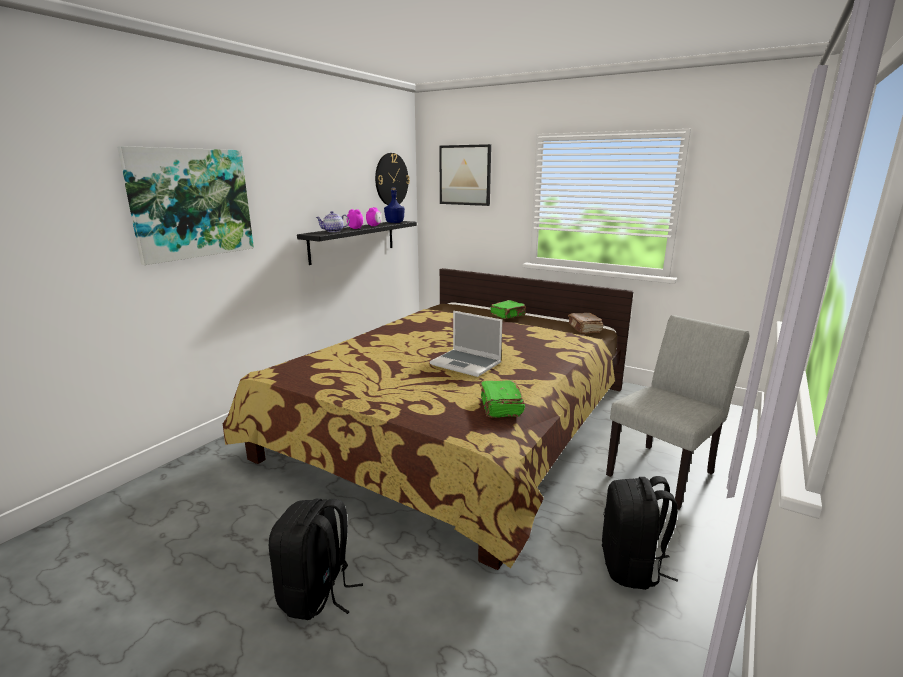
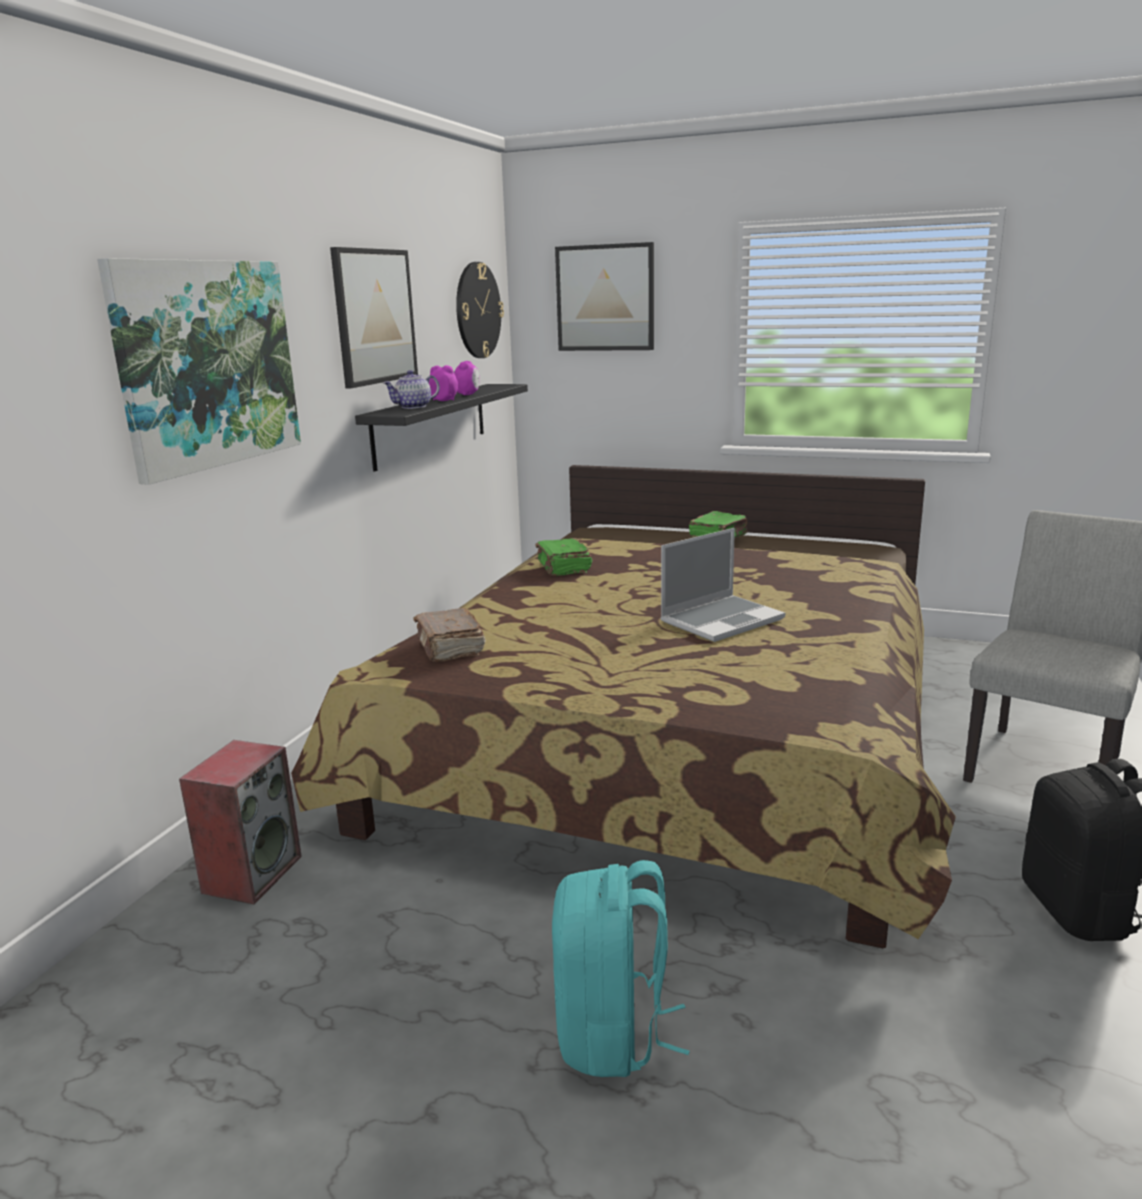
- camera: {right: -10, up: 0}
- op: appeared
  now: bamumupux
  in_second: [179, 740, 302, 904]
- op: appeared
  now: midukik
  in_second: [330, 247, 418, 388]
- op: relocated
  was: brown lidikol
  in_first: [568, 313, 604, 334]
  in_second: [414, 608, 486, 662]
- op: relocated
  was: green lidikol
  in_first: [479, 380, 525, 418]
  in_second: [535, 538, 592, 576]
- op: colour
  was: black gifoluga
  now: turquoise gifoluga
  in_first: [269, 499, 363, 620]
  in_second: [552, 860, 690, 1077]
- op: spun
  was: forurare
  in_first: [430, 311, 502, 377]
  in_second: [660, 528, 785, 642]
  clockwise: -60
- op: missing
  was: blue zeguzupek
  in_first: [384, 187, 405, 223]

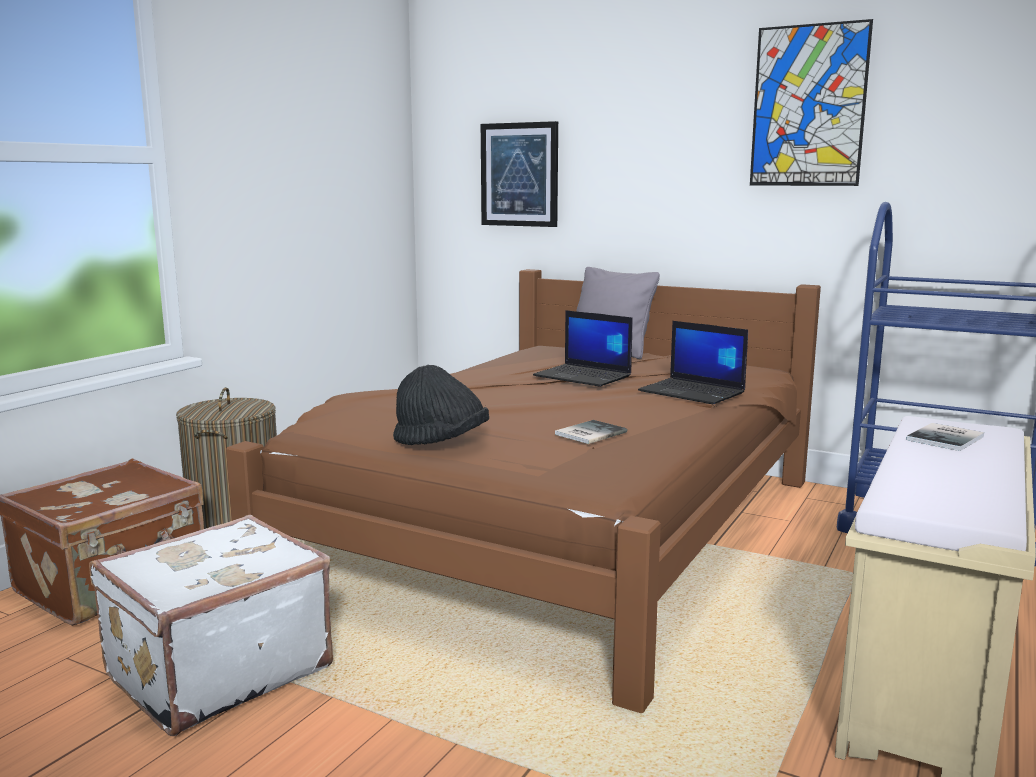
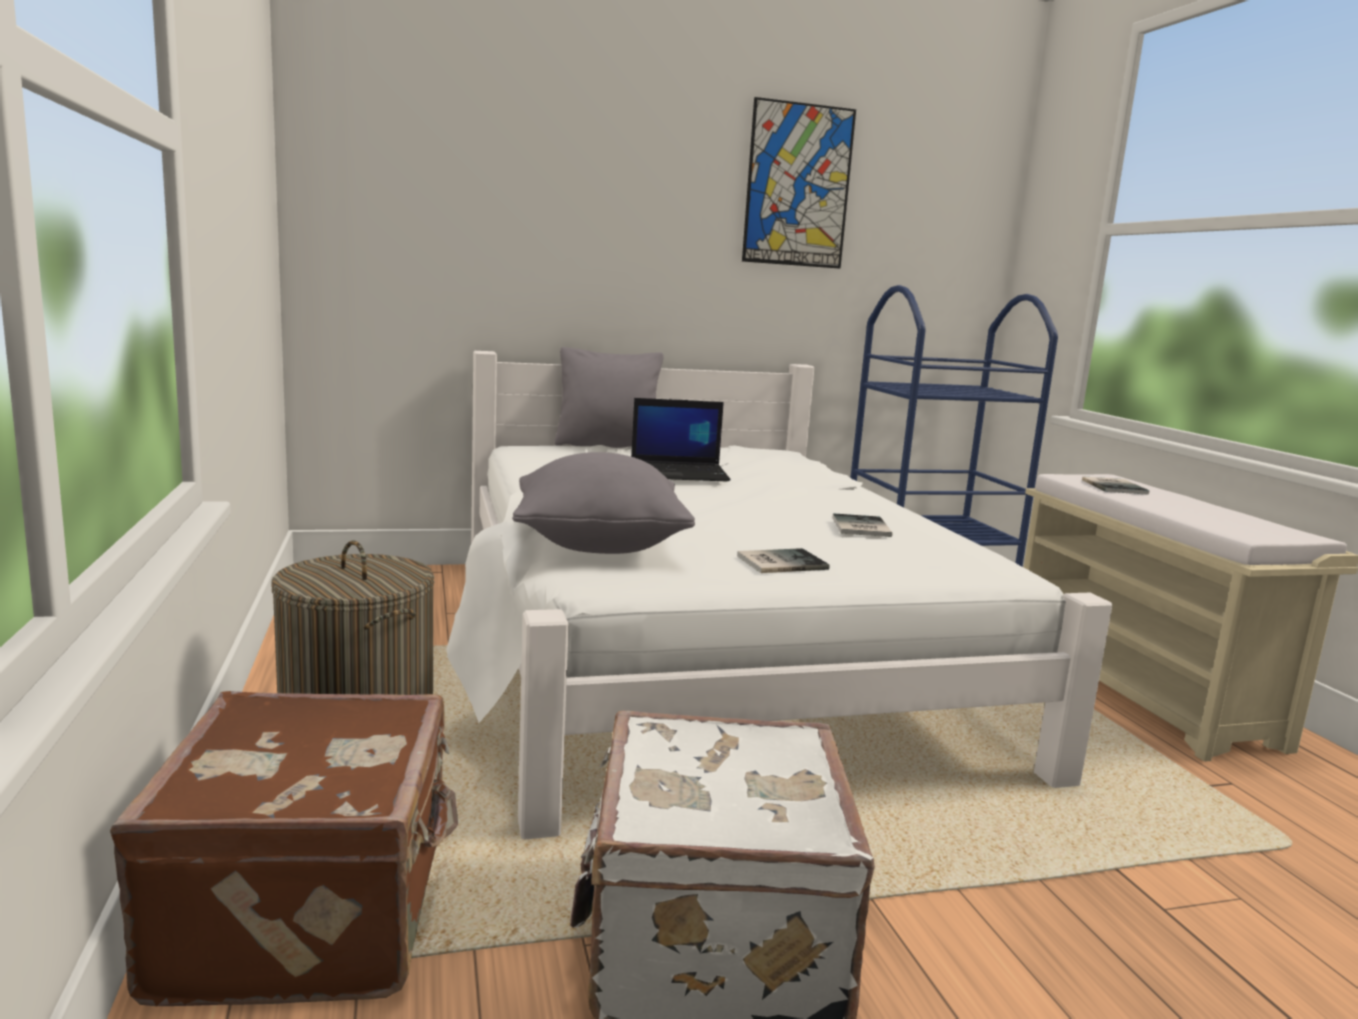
- camera: {right: -45, up: 0}
- op: colour
  was: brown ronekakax
  now: white ronekakax
  in_first: [226, 269, 821, 713]
  in_second: [447, 351, 1113, 840]
- op: appeared
  now: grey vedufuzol
  in_second: [512, 452, 695, 554]
- op: exchanged
  was: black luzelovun
  now: lidikol
  in_first: [393, 365, 489, 445]
  in_second: [737, 548, 829, 573]
- op: missing
  was: midukik
  in_first: [481, 121, 558, 227]
- op: missing
  was: forurare
  in_first: [638, 321, 748, 404]

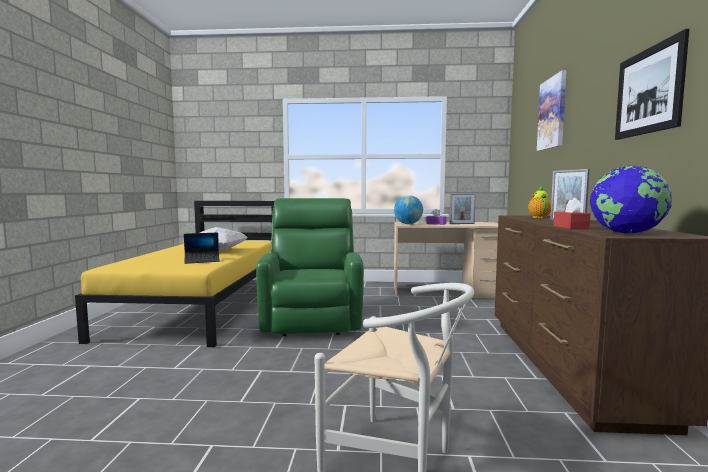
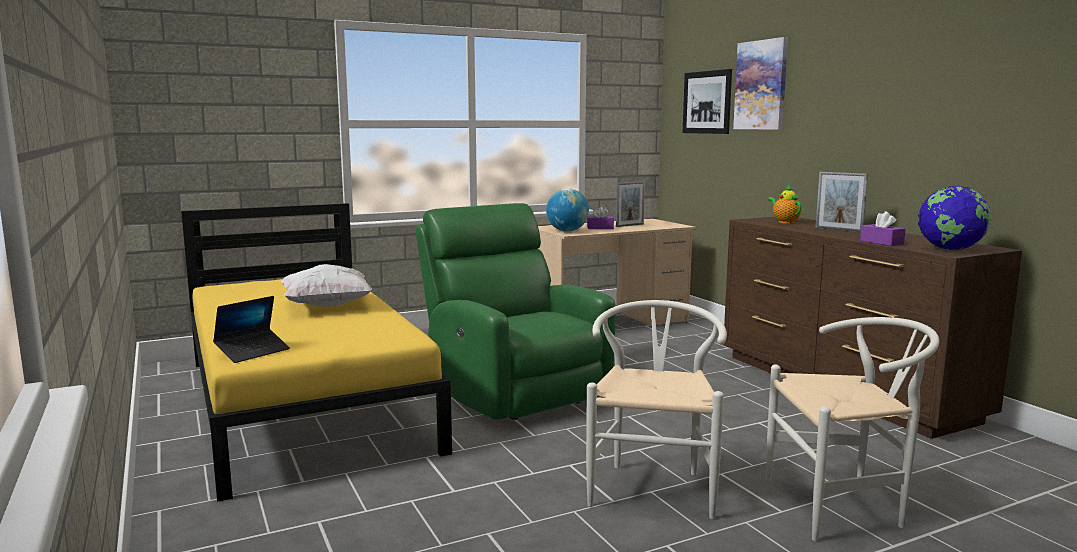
- camera: {right: -30, up: 5}
- op: relocated
  was: forurare
  in_first: [184, 233, 220, 264]
  in_second: [213, 296, 290, 363]
- op: appeared
  now: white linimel
  in_second: [586, 300, 727, 519]
- op: relocated
  was: midukik
  in_first: [615, 29, 689, 140]
  in_second: [682, 69, 732, 134]
- op: colour
  was: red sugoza
  now: purple sugoza
  in_first: [553, 198, 590, 229]
  in_second: [860, 211, 905, 246]

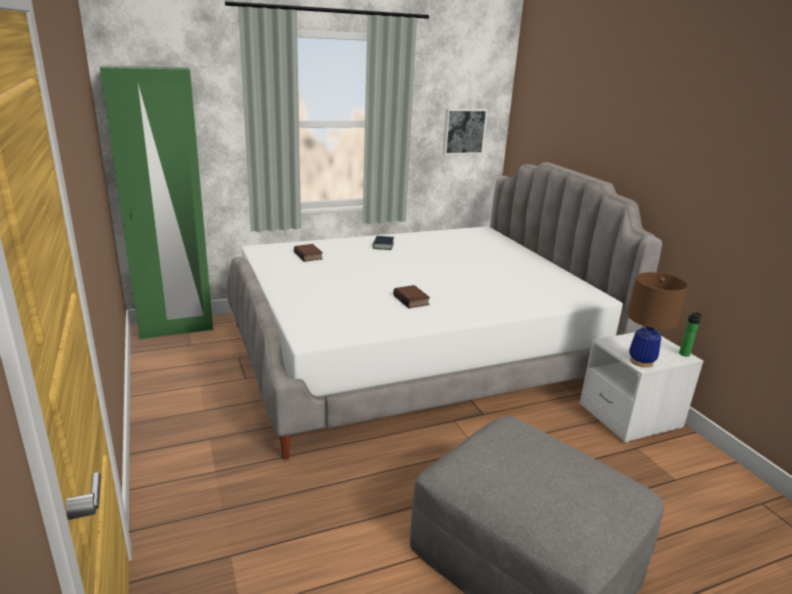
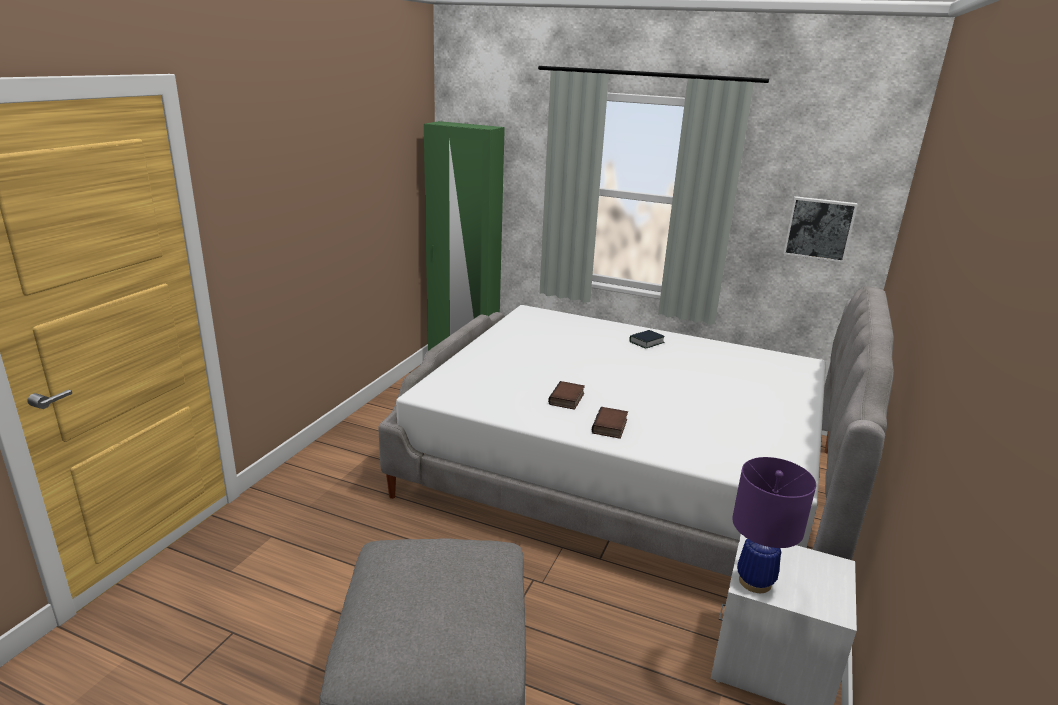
- camera: {right: 45, up: 0}
- op: relocated
  was: lidikol
  in_first: [294, 244, 323, 262]
  in_second: [592, 407, 628, 439]
- op: colour
  was: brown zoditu
  now: purple zoditu
  in_first: [627, 272, 688, 368]
  in_second: [732, 457, 816, 593]
- op: missing
  was: zeguzupek
  in_first: [679, 312, 702, 357]

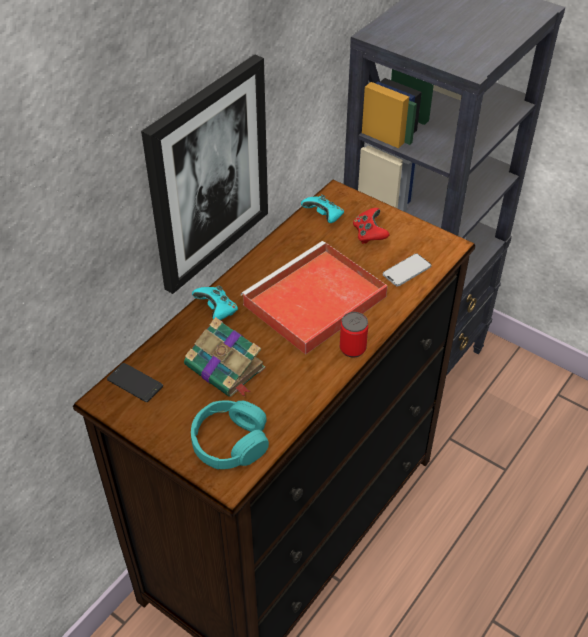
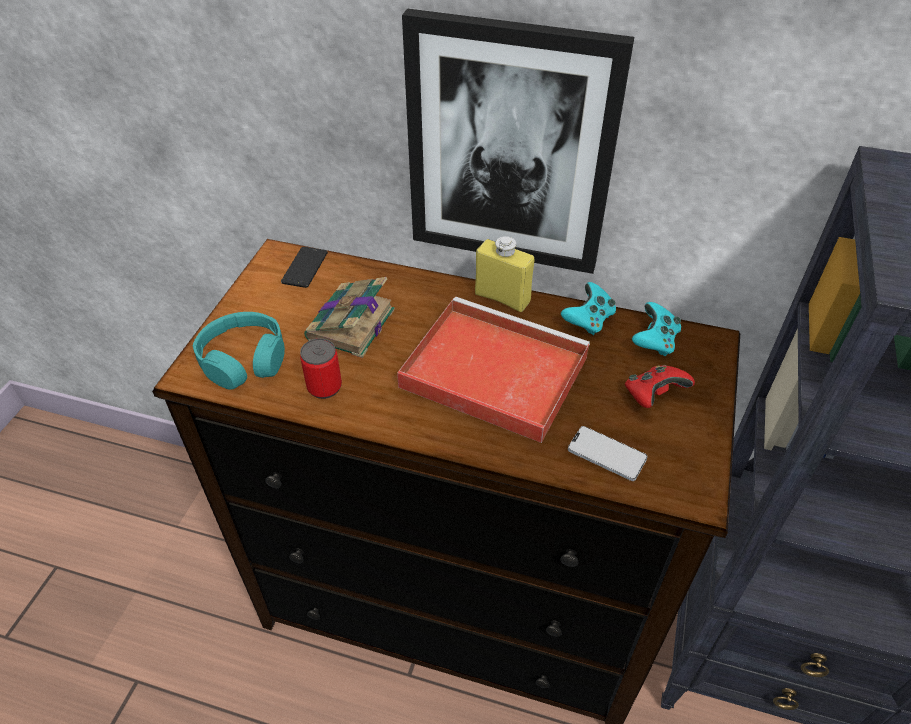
- camera: {right: 70, up: 0}
- op: relocated
  was: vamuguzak
  in_first: [340, 312, 368, 357]
  in_second: [300, 338, 342, 399]
- op: appeared
  now: yellow zeguzupek
  in_second: [475, 236, 534, 312]
- op: relocated
  was: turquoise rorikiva
  in_first: [192, 285, 238, 320]
  in_second: [561, 282, 616, 335]

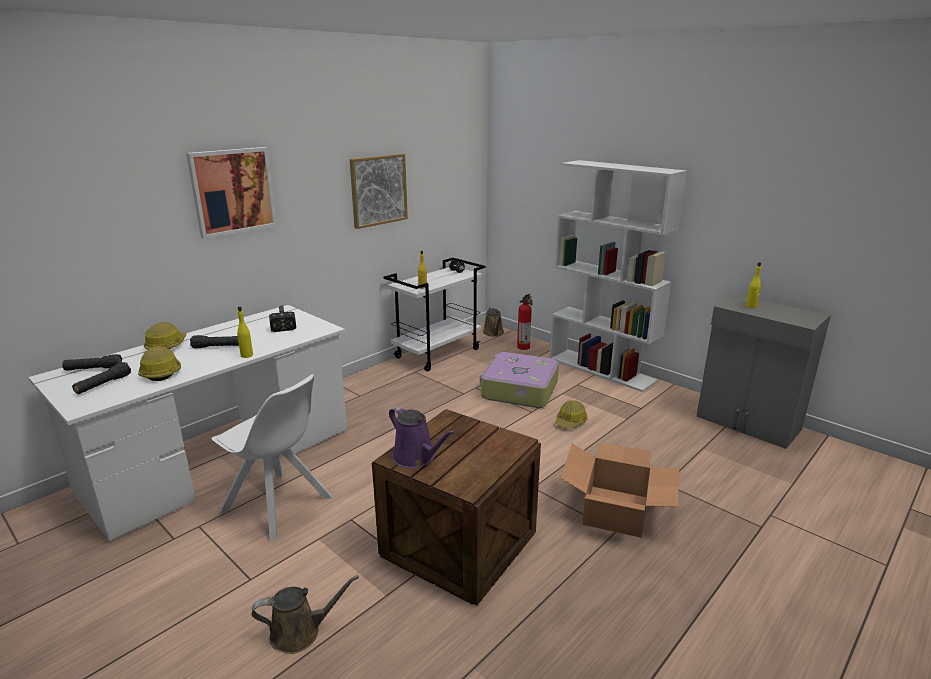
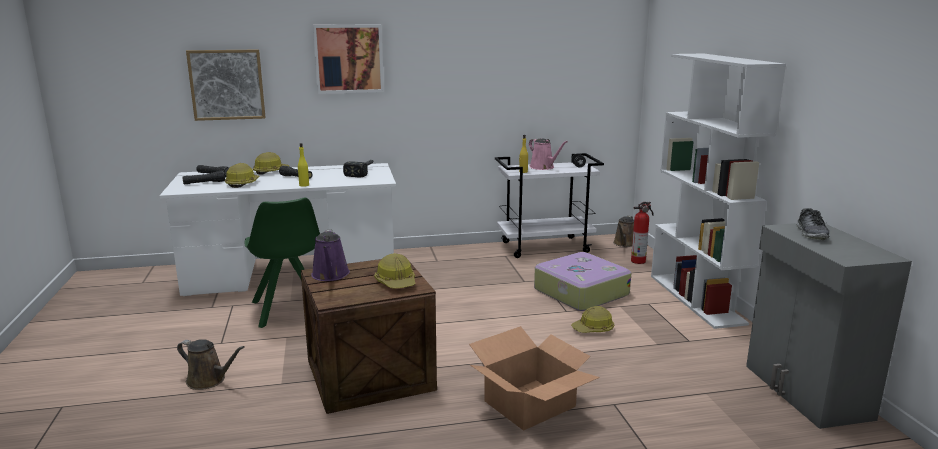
- camera: {right: 35, up: -5}
- op: relocated
  was: midukik
  in_first: [350, 154, 408, 229]
  in_second: [186, 49, 266, 121]
- op: colour
  was: white linimel
  now: green linimel
  in_first: [211, 374, 332, 541]
  in_second: [244, 197, 320, 328]
- op: appeared
  now: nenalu
  in_second: [374, 253, 415, 289]
- op: appeared
  now: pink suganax
  in_second: [529, 138, 568, 170]
- op: exchanged
  was: yellow zeguzupek
  now: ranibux
  in_first: [745, 262, 761, 308]
  in_second: [796, 208, 830, 240]

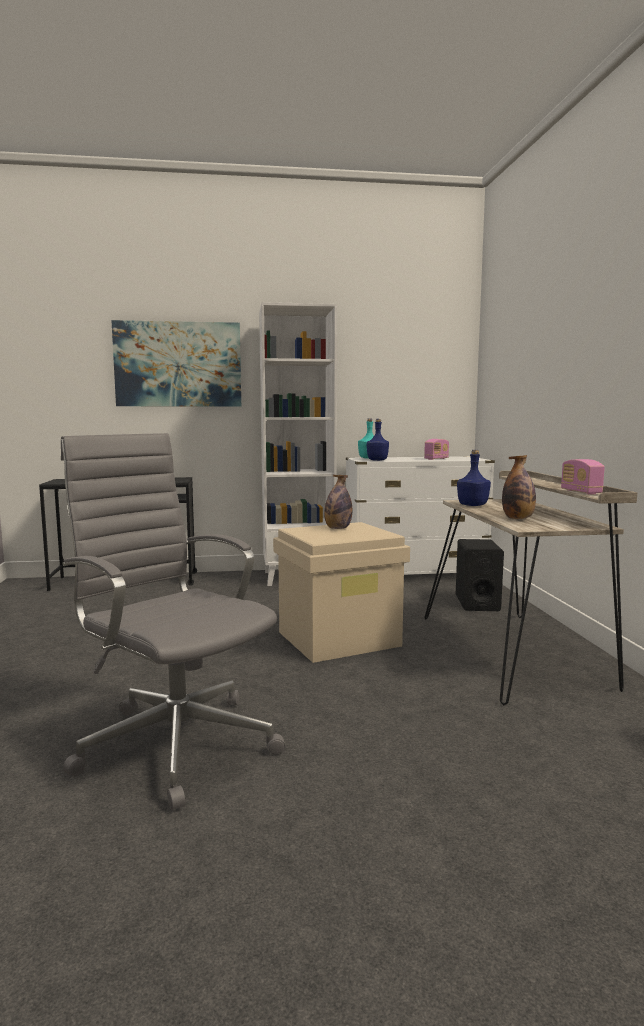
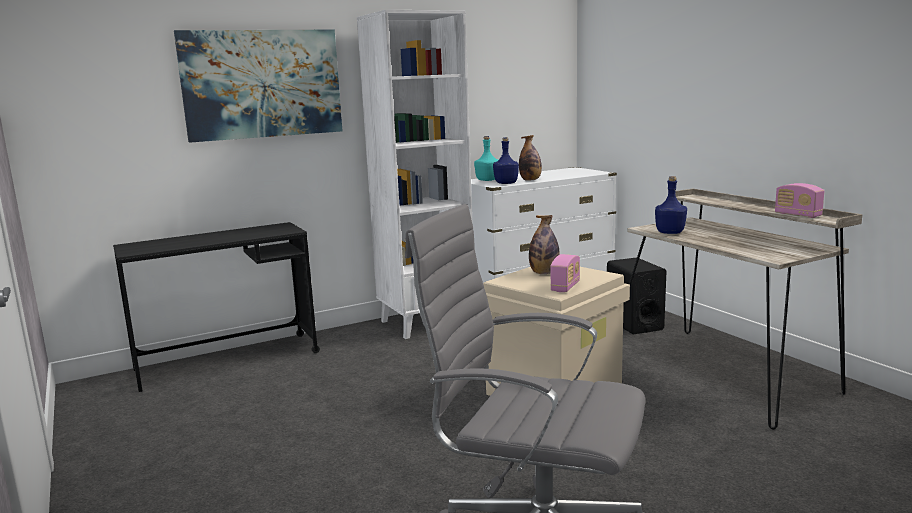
- camera: {right: -20, up: 5}
- op: relocated
  was: zeguzupek
  in_first: [502, 455, 536, 519]
  in_second: [519, 135, 542, 181]
- op: relocated
  was: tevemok
  in_first: [424, 439, 449, 460]
  in_second: [550, 254, 580, 292]

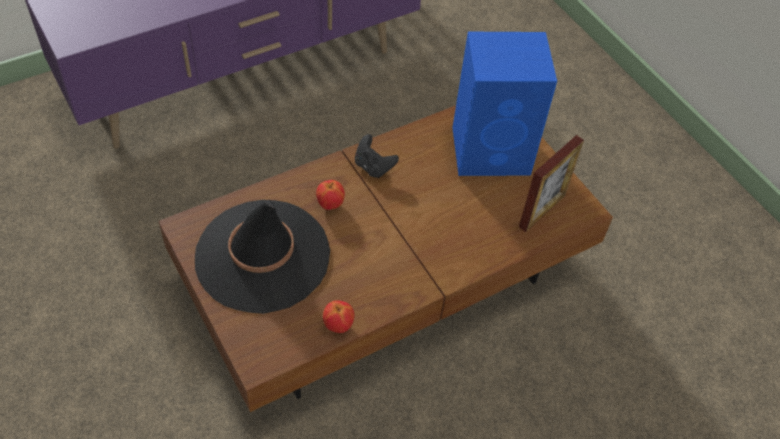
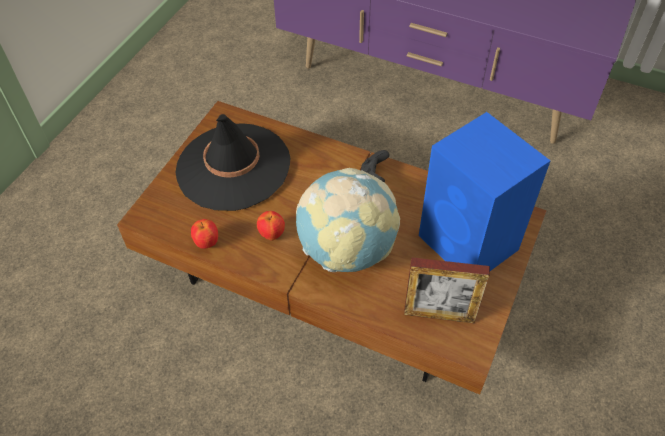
- camera: {right: 60, up: 0}
- op: relocated
  was: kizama
  in_first: [316, 180, 345, 210]
  in_second: [257, 211, 285, 241]
- op: appeared
  now: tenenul
  in_second: [296, 168, 400, 272]

